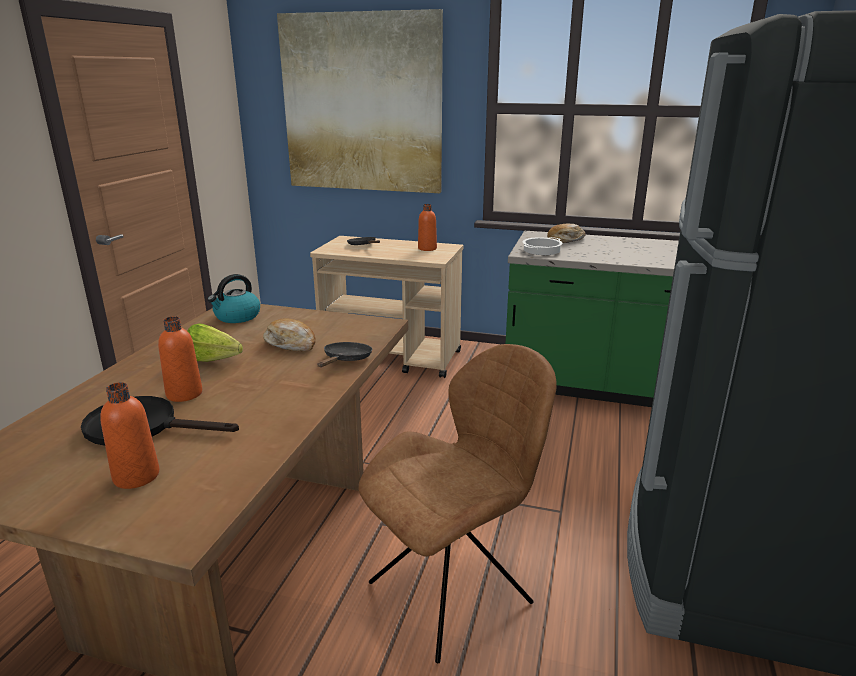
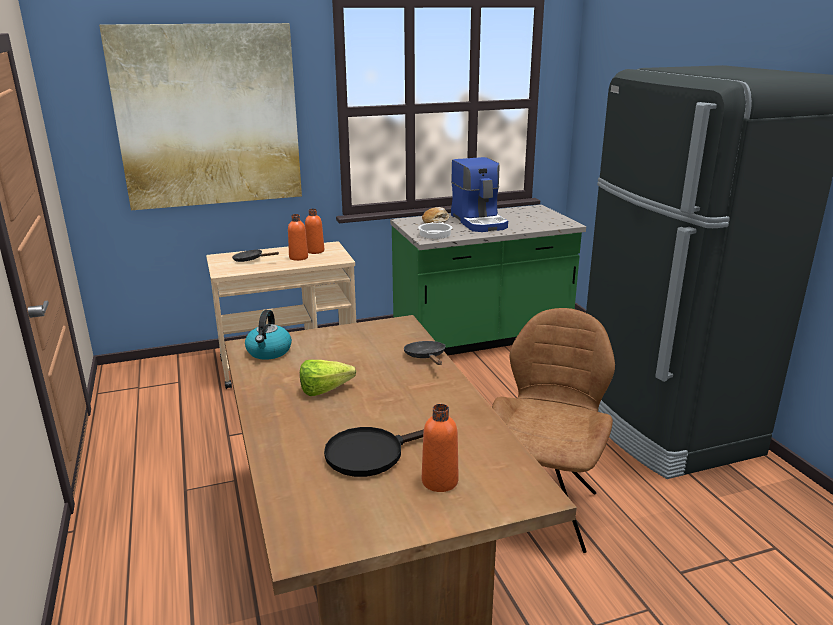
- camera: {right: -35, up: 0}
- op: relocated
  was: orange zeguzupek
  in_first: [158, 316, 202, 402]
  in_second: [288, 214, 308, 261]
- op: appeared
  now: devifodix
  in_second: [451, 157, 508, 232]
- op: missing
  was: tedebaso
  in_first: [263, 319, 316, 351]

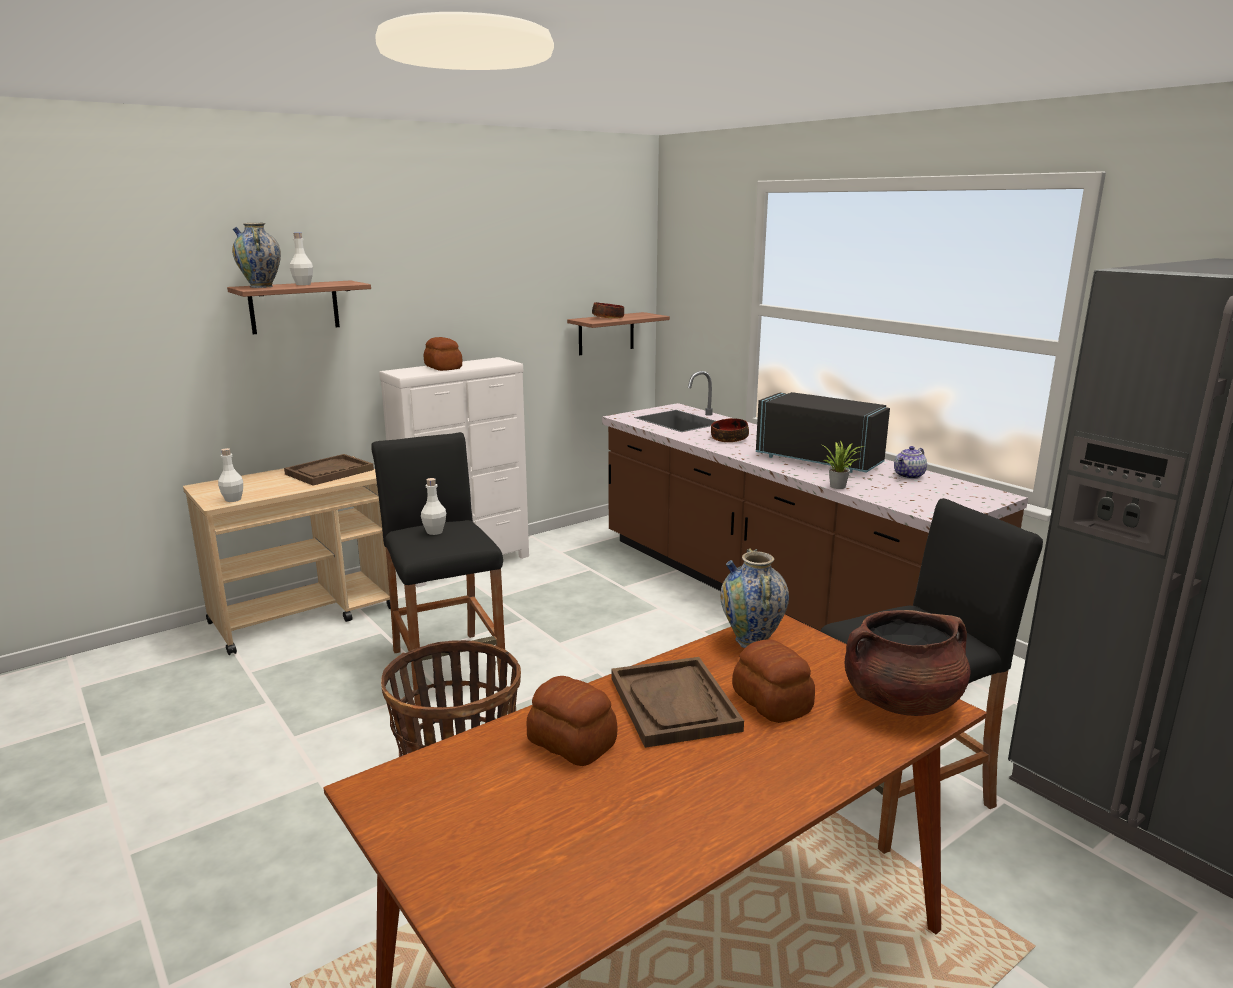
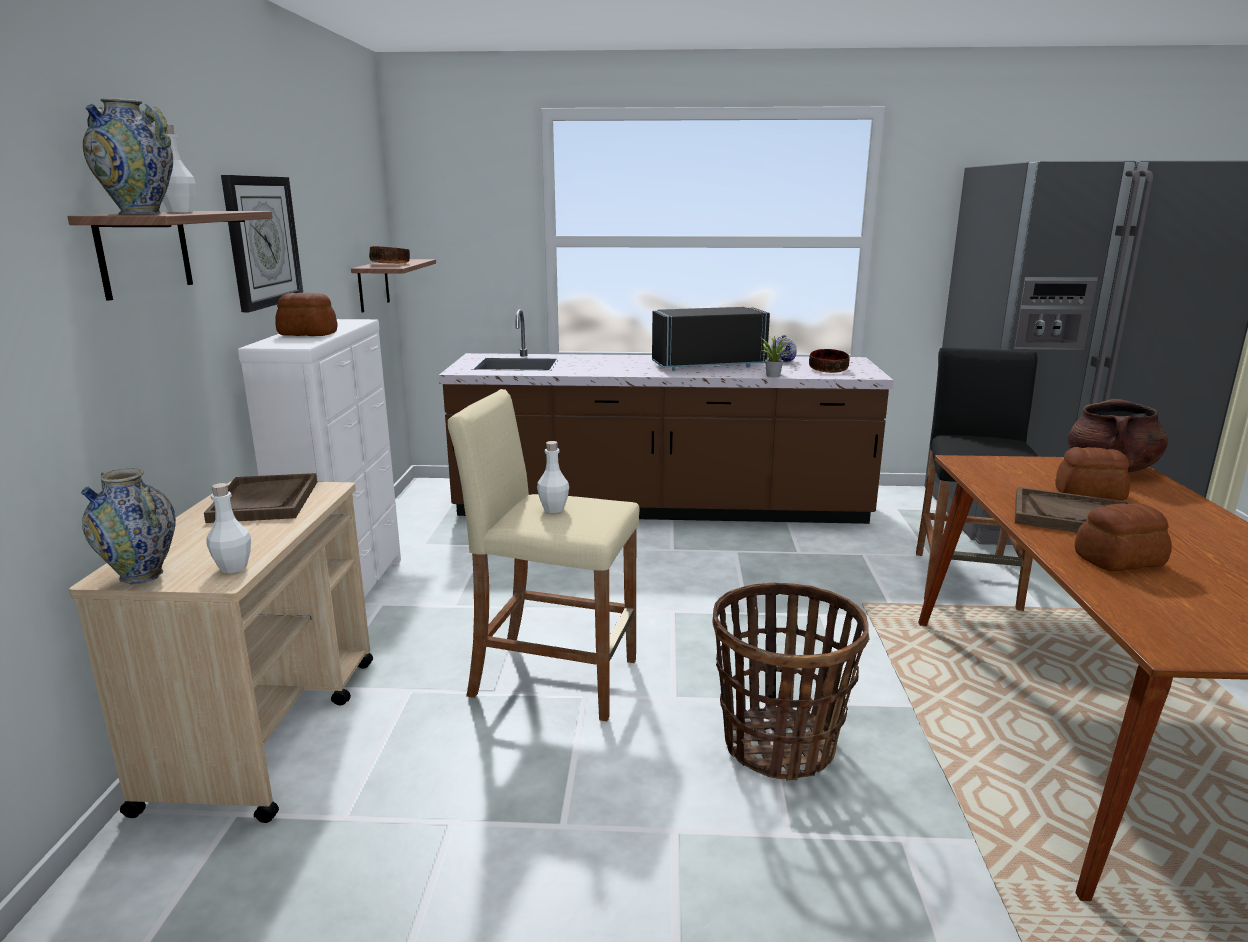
- camera: {right: -50, up: 0}
- op: relocated
  was: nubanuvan
  in_first: [720, 549, 789, 648]
  in_second: [81, 468, 176, 584]
- op: appeared
  now: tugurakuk
  in_second: [221, 175, 303, 312]
- op: colour
  was: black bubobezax
  now: beige bubobezax
  in_first: [371, 432, 507, 706]
  in_second: [448, 389, 639, 721]
- op: relocated
  was: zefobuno
  in_first: [711, 418, 749, 442]
  in_second: [809, 349, 850, 373]

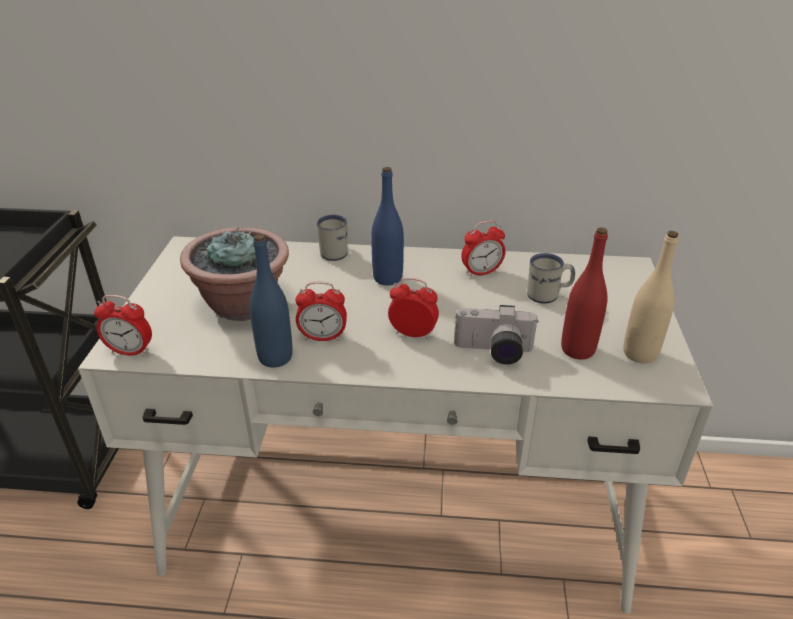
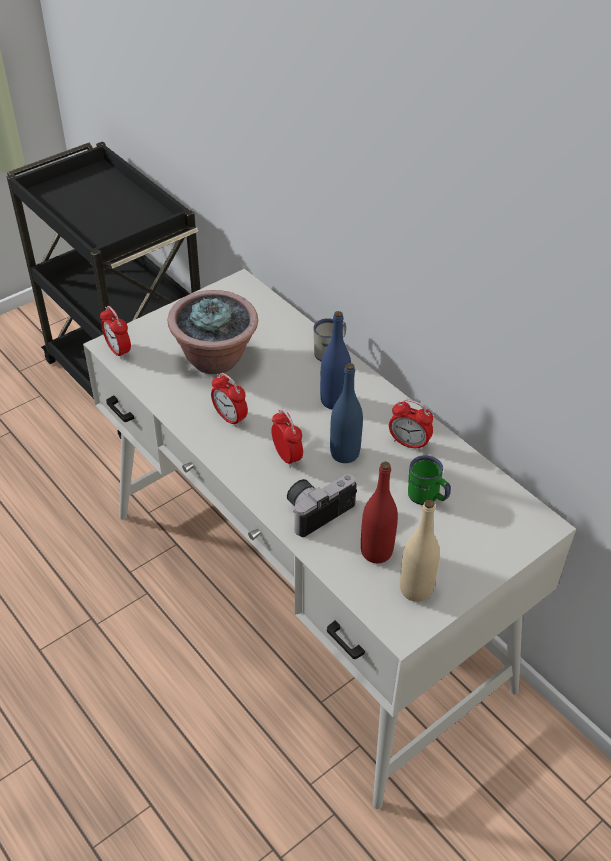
- camera: {right: 45, up: 10}
- op: spun
  was: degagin
  in_first: [454, 305, 539, 365]
  in_second: [287, 474, 357, 537]
  clockwise: 90
- op: relocated
  was: blue zeguzupek
  in_first: [250, 234, 293, 368]
  in_second: [330, 363, 363, 463]
- op: colour
  was: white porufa
  now: green porufa
  in_first: [527, 253, 575, 304]
  in_second: [408, 455, 451, 505]

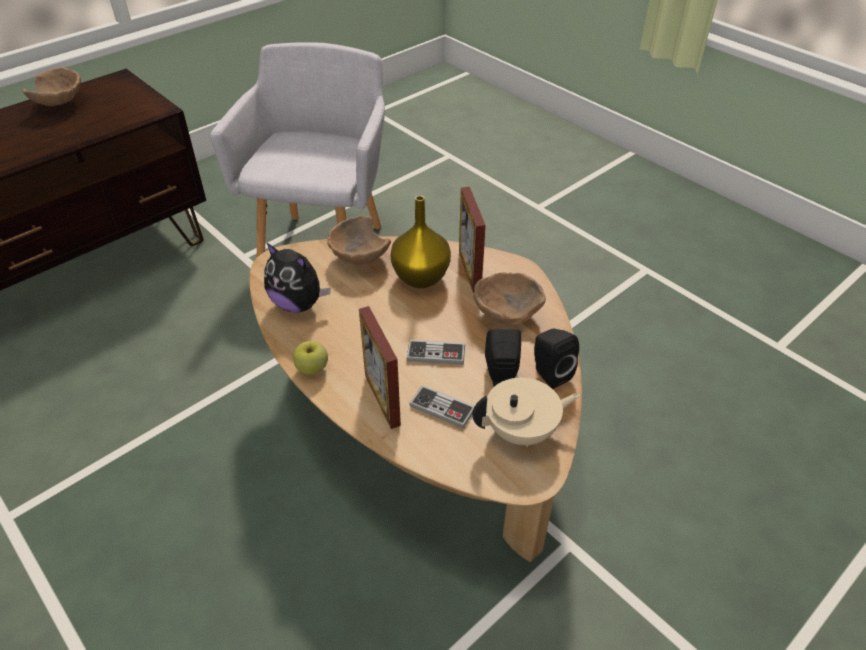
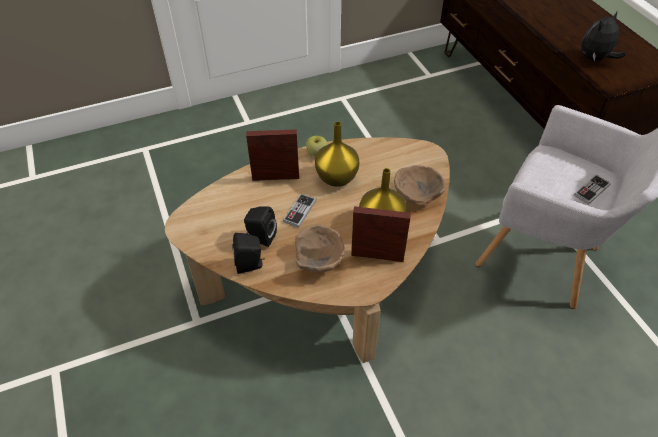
- camera: {right: 110, up: 5}
- op: appeared
  now: yellow nubanuvan
  in_second: [315, 122, 360, 187]
- op: relocated
  was: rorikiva
  in_first: [409, 385, 475, 429]
  in_second: [574, 175, 611, 205]
- op: relocated
  was: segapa
  in_first: [264, 243, 331, 312]
  in_second: [581, 11, 625, 62]
- op: missing
  was: brown zefobuno
  in_first: [22, 67, 81, 106]
- op: missing
  was: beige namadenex
  in_first: [472, 378, 580, 447]

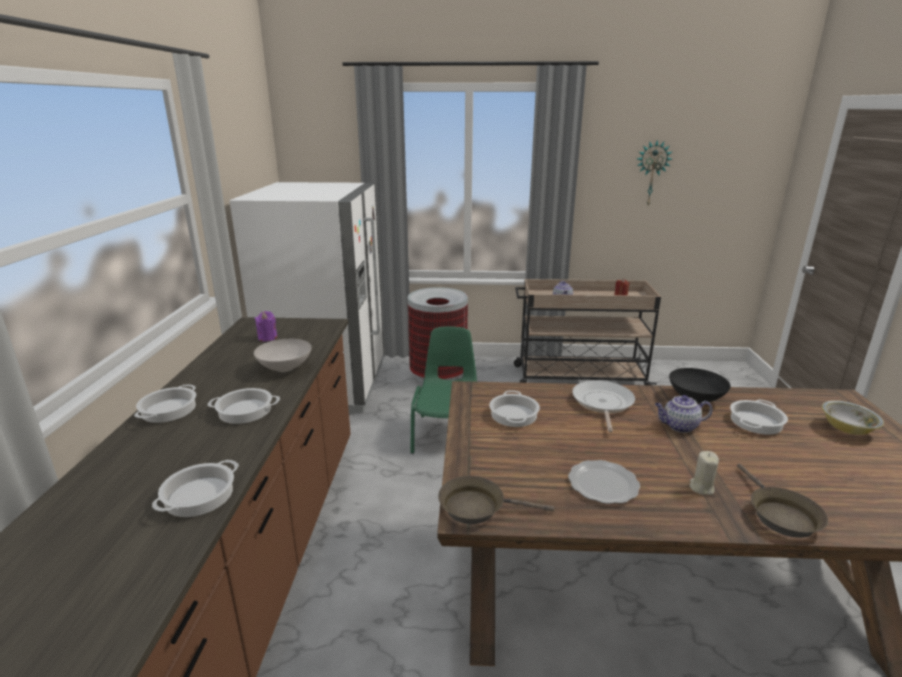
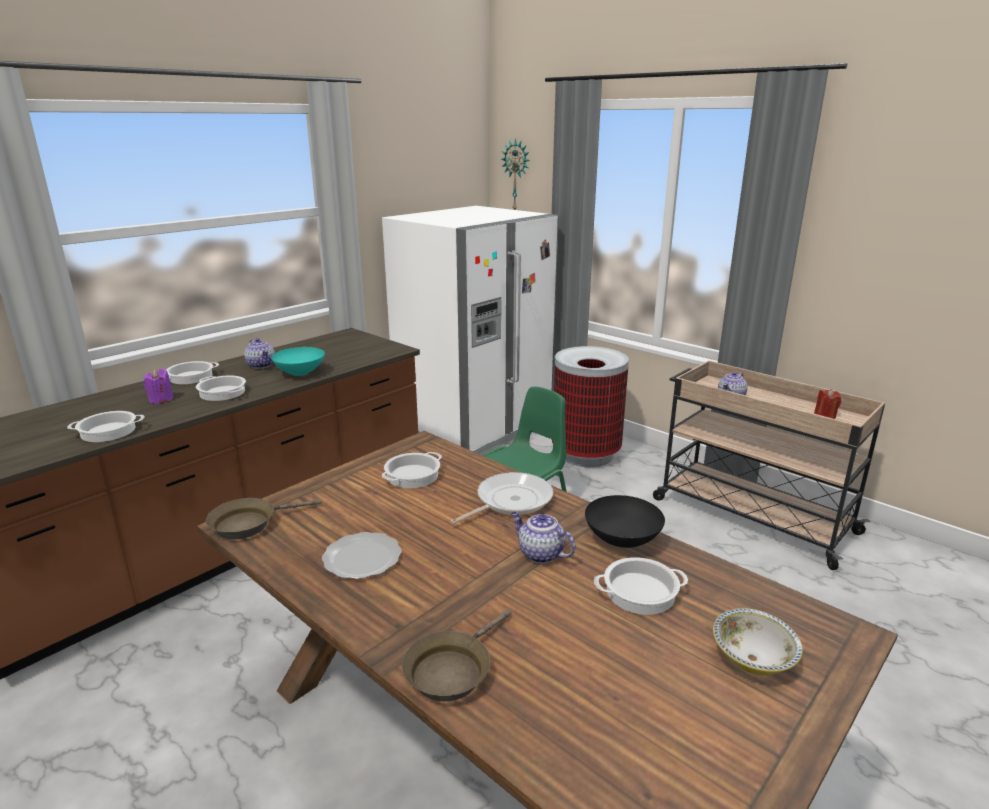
- camera: {right: 40, up: 0}
- op: relocated
  was: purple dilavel
  in_first: [254, 311, 277, 341]
  in_second: [143, 369, 173, 404]
- op: spun
  was: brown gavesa
  in_first: [438, 476, 554, 524]
  in_second: [206, 498, 321, 539]
  clockwise: -75
- op: appeared
  now: namadenex
  in_second: [244, 338, 275, 369]
- op: colour
  was: white zefobuno
  now: turquoise zefobuno
  in_first: [254, 339, 312, 372]
  in_second: [271, 347, 325, 376]
- op: relocated
  was: tugurakuk
  in_first: [637, 140, 672, 205]
  in_second: [502, 139, 530, 210]
- op: missing
  was: beige dilavel
  in_first: [690, 451, 719, 495]

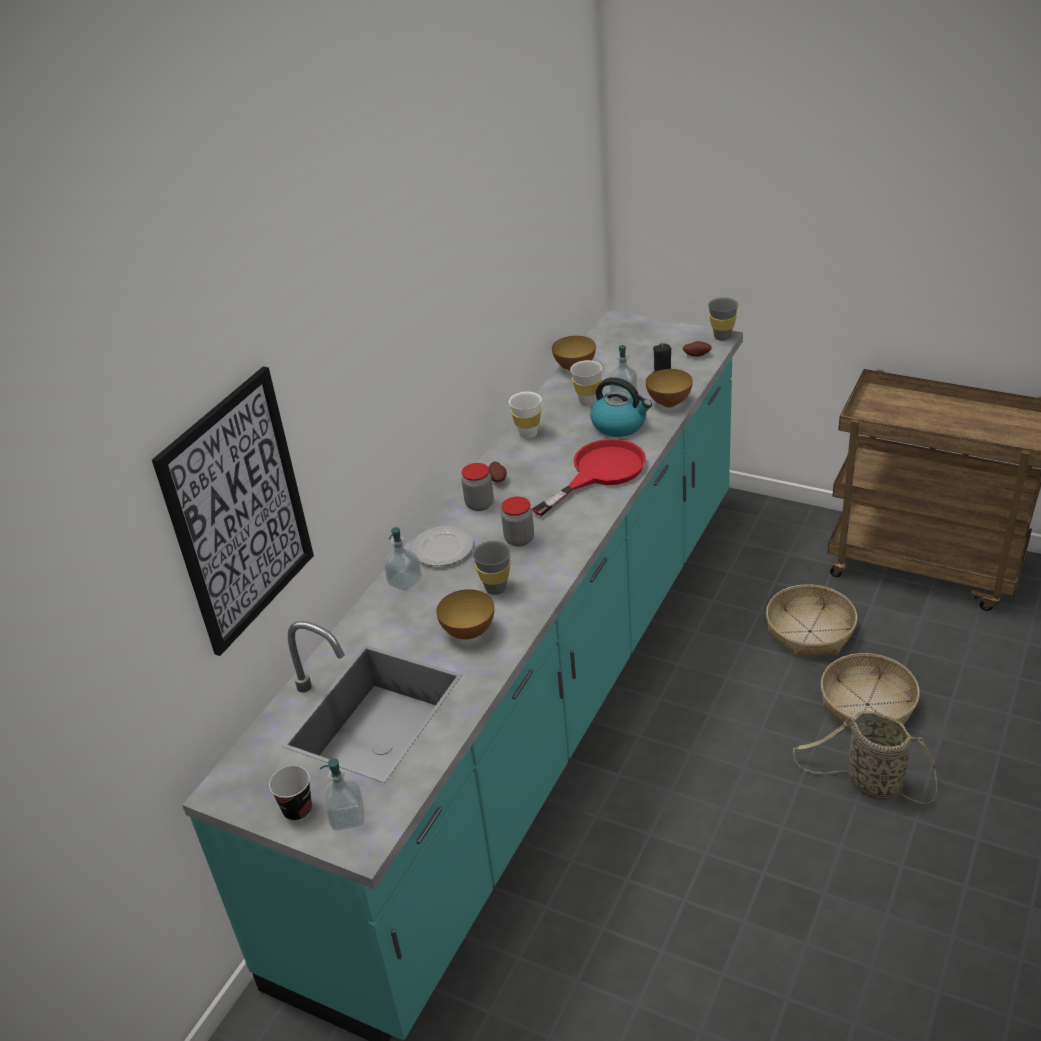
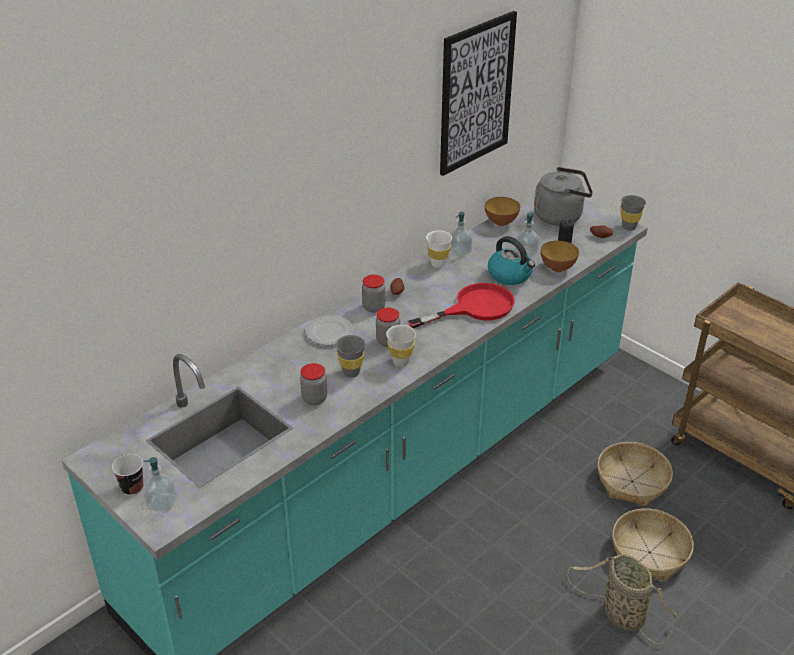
- camera: {right: 15, up: 0}
- op: exchanged
  was: zefobuno
  now: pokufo
  in_first: [436, 589, 494, 639]
  in_second: [300, 363, 327, 405]
- op: relocated
  was: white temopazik
  in_first: [570, 360, 602, 406]
  in_second: [386, 325, 416, 367]
- op: relocated
  was: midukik
  in_first: [152, 366, 314, 656]
  in_second: [440, 11, 517, 176]
- op: relocated
  was: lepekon
  in_first: [384, 527, 422, 591]
  in_second: [450, 212, 473, 257]
- op: appeared
  now: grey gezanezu
  in_second: [534, 167, 593, 226]

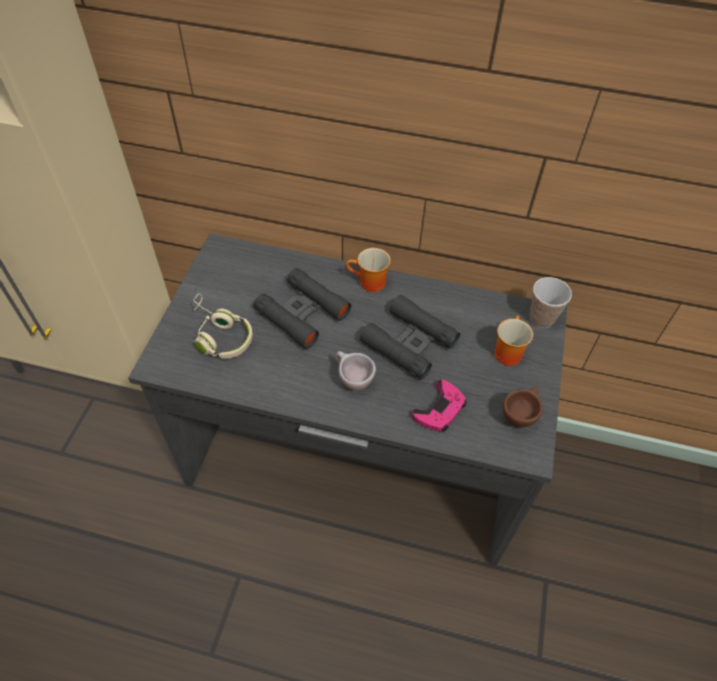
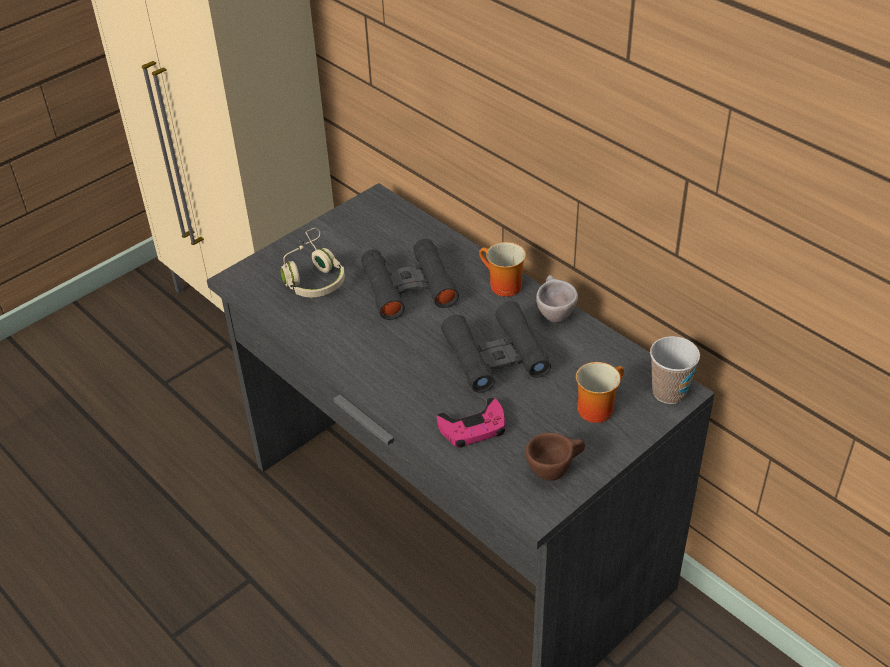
- camera: {right: 35, up: -10}
- op: relocated
  was: beige temopazik
  in_first: [335, 351, 376, 390]
  in_second: [536, 275, 578, 322]

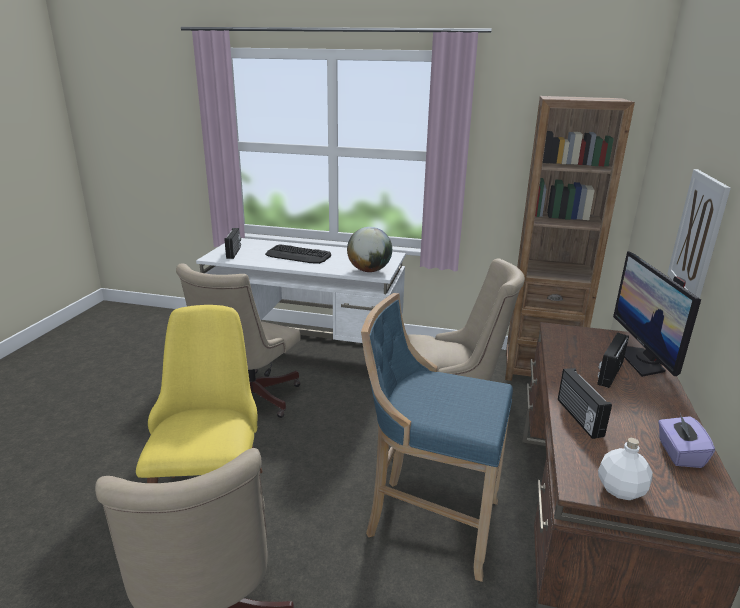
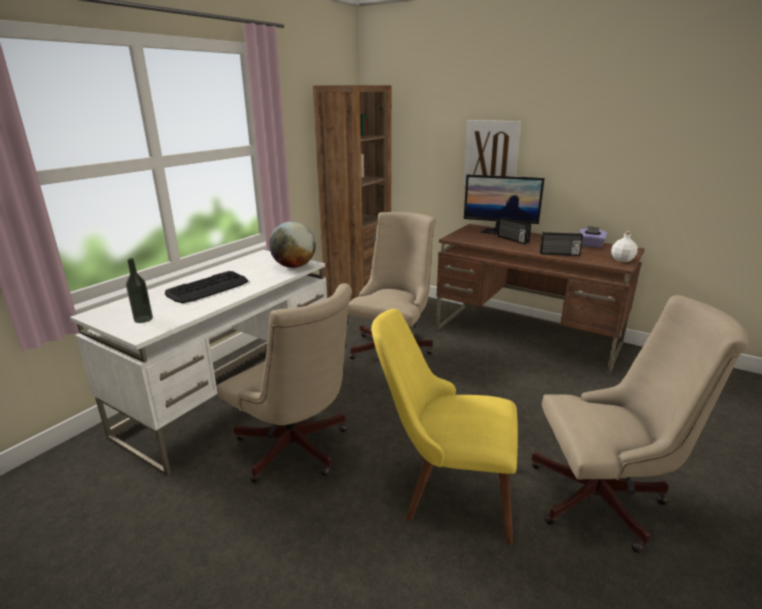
- camera: {right: -70, up: 0}
- op: exchanged
  was: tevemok
  now: zeguzupek
  in_first: [224, 228, 241, 259]
  in_second: [126, 258, 153, 323]
- op: missing
  was: blue bubobezax
  in_first: [361, 293, 513, 582]

